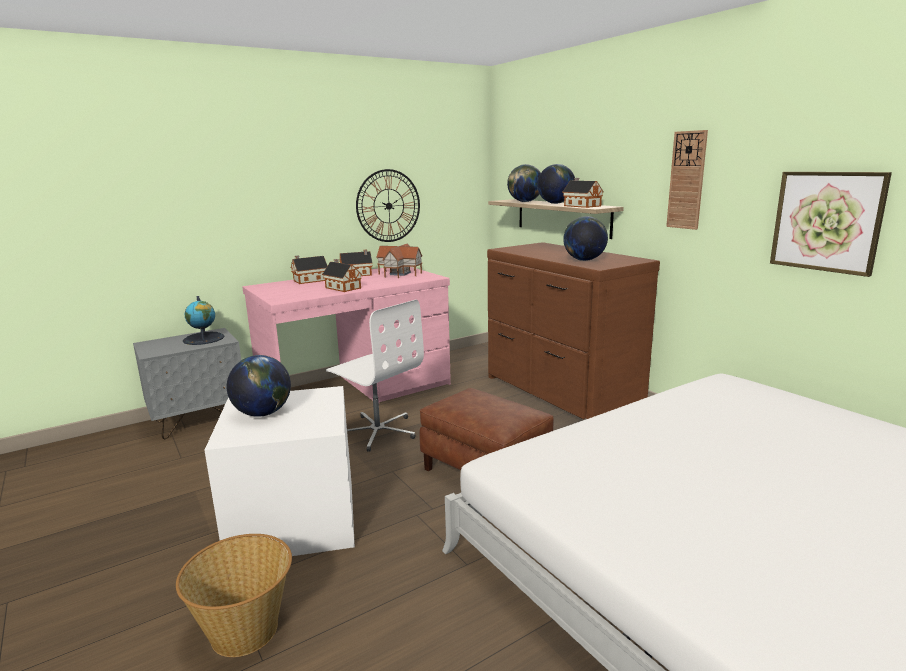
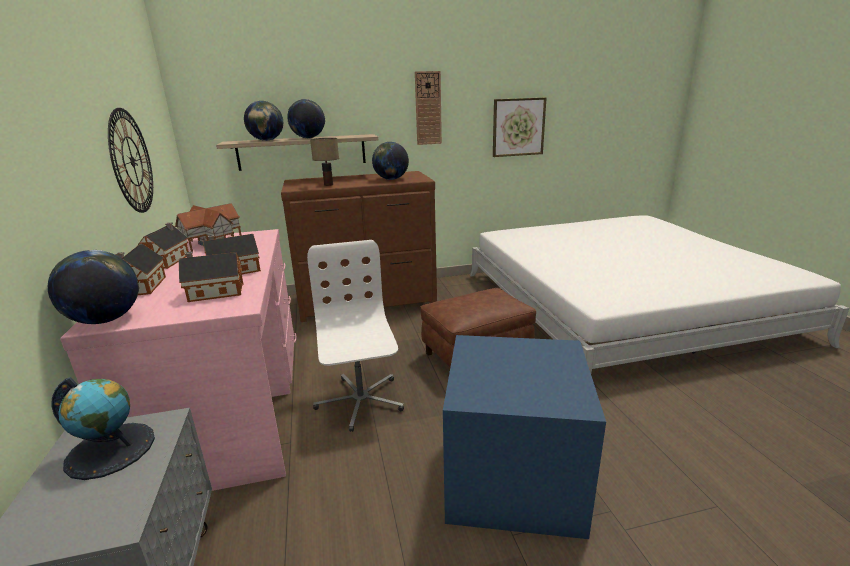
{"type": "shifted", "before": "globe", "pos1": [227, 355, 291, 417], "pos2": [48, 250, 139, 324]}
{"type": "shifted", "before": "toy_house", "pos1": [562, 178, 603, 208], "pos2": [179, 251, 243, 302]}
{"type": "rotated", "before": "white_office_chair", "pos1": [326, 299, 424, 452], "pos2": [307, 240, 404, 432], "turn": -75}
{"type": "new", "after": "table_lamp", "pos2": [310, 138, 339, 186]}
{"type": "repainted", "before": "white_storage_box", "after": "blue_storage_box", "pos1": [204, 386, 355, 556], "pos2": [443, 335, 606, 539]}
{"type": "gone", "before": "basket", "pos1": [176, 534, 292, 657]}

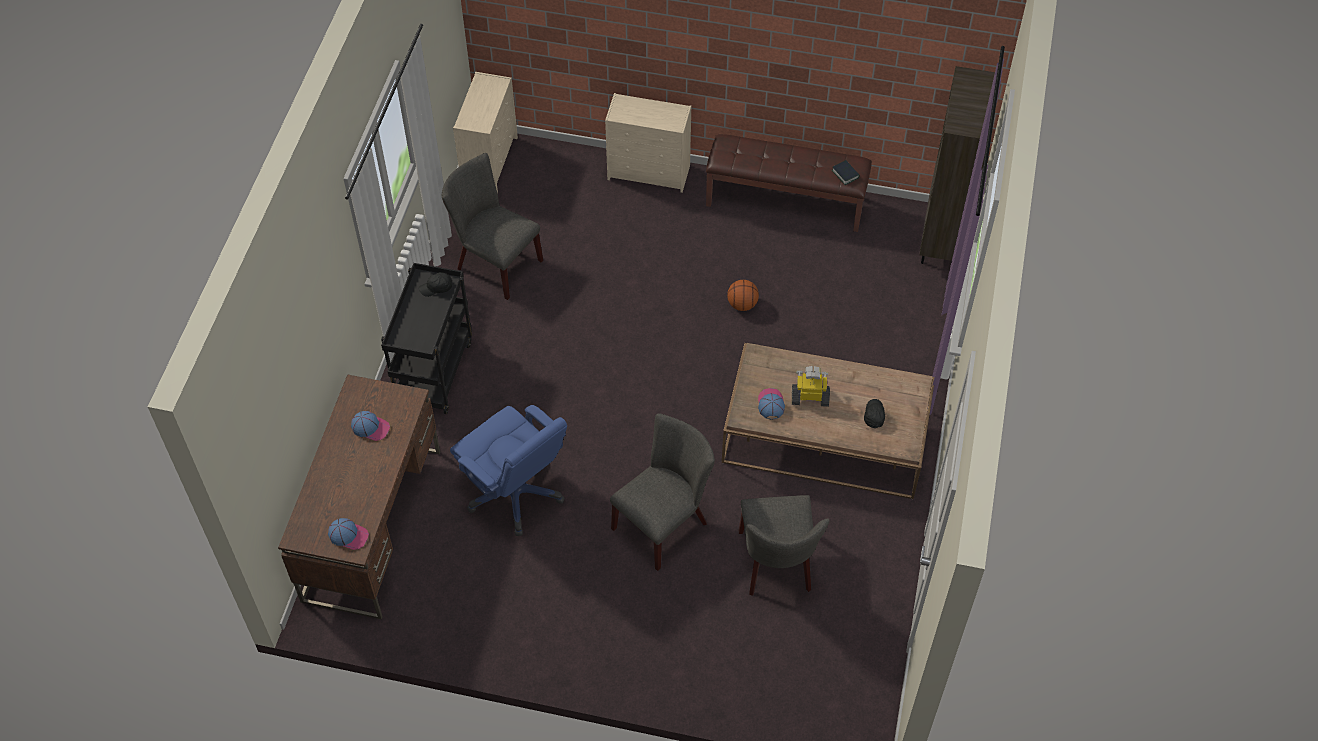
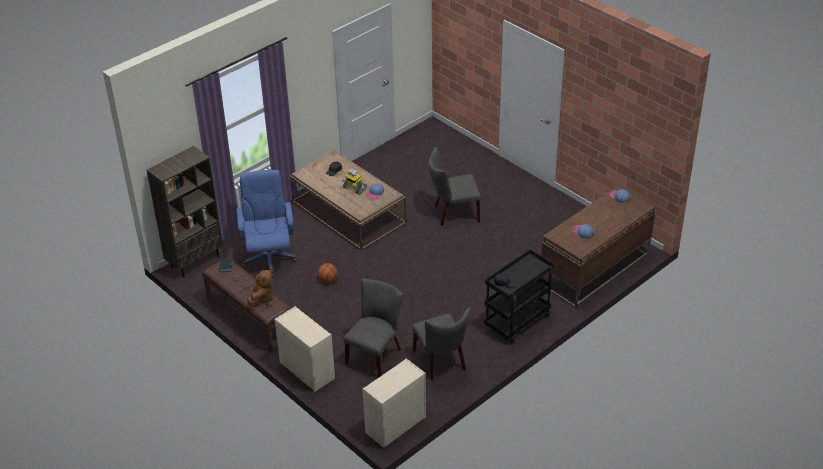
{"type": "shifted", "before": "blue_office_chair", "pos1": [450, 405, 567, 536], "pos2": [236, 170, 298, 277]}
{"type": "new", "after": "brown_plush_toy", "pos2": [247, 268, 274, 307]}
{"type": "shifted", "before": "grey_chair", "pos1": [739, 495, 830, 596], "pos2": [343, 278, 403, 378]}

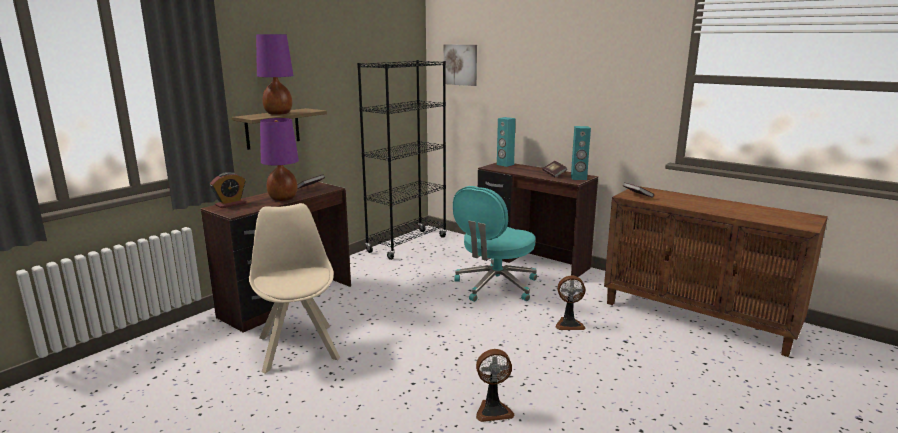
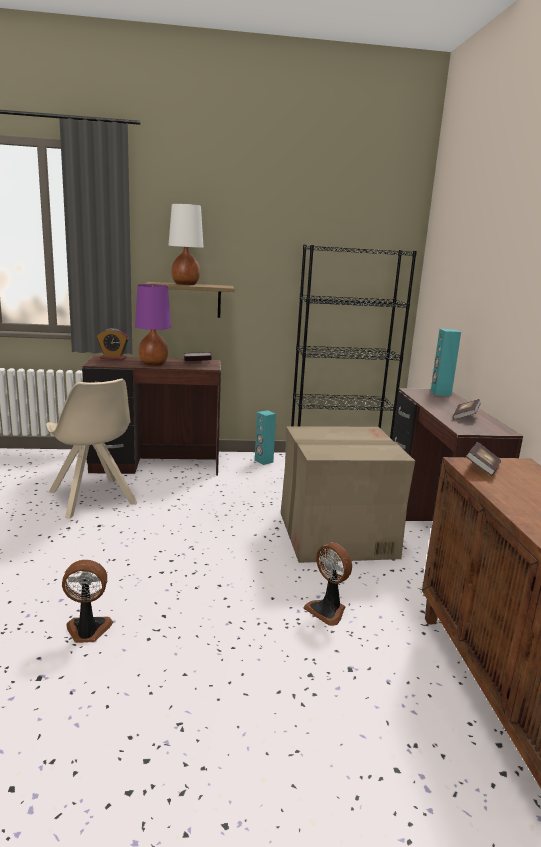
{"type": "rotated", "before": "beige_chair", "pos1": [249, 203, 340, 374], "pos2": [46, 379, 137, 519], "turn": 120}
{"type": "rotated", "before": "fan", "pos1": [476, 349, 514, 422], "pos2": [62, 560, 113, 643], "turn": 135}
{"type": "repainted", "before": "purple_table_lamp", "after": "white_table_lamp", "pos1": [256, 34, 293, 115], "pos2": [168, 203, 204, 285]}
{"type": "shifted", "before": "turquoise_speaker", "pos1": [571, 126, 591, 180], "pos2": [255, 410, 276, 465]}
{"type": "swapped", "before": "turquoise_office_chair", "after": "cardboard_box", "pos1": [453, 186, 537, 302], "pos2": [281, 426, 415, 563]}
{"type": "gone", "before": "picture", "pos1": [444, 44, 477, 86]}

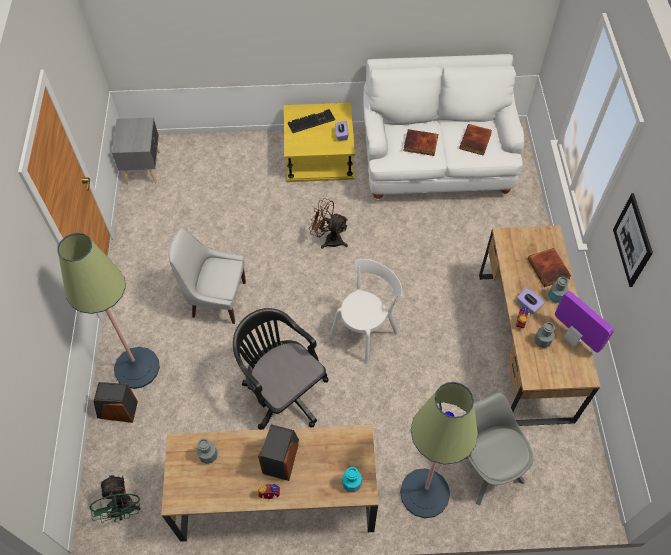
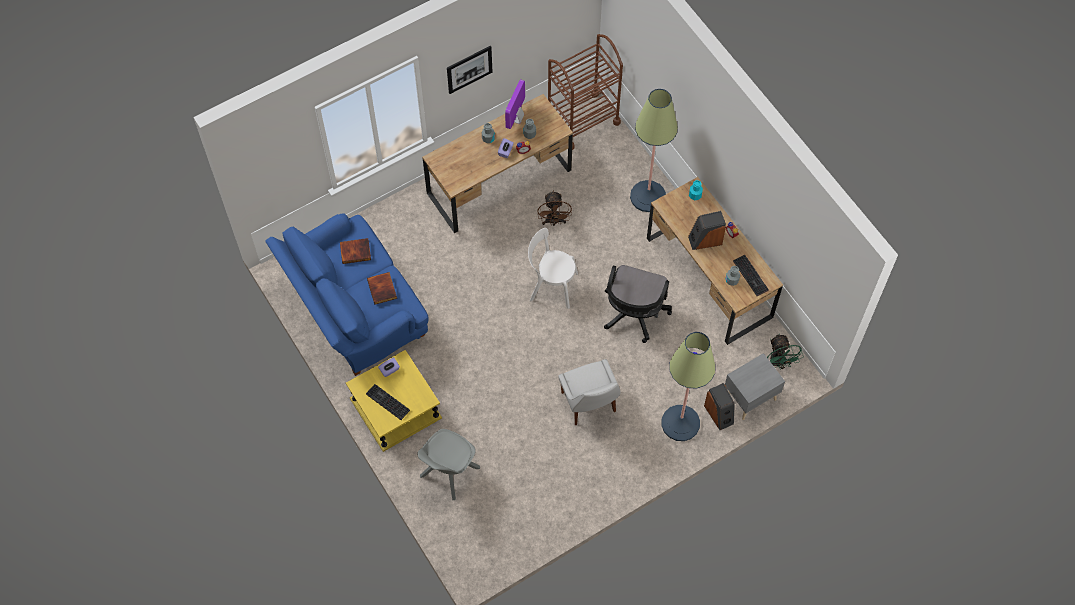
{"type": "repainted", "before": "white_sofa", "after": "blue_sofa", "pos1": [363, 54, 524, 200], "pos2": [265, 213, 429, 376]}
{"type": "shifted", "before": "grey_chair", "pos1": [465, 393, 534, 506], "pos2": [417, 429, 480, 500]}
{"type": "shifted", "before": "brown_fan", "pos1": [309, 198, 348, 249], "pos2": [538, 190, 572, 226]}
{"type": "new", "after": "brown_cart", "pos2": [548, 34, 623, 150]}
{"type": "shifted", "before": "grey_nightstand", "pos1": [112, 118, 160, 185], "pos2": [725, 353, 785, 420]}
{"type": "new", "after": "keyboard", "pos2": [733, 255, 769, 296]}
{"type": "rotated", "before": "green_fan", "pos1": [89, 475, 141, 523], "pos2": [767, 334, 804, 370], "turn": 120}
{"type": "gone", "before": "book", "pos1": [528, 248, 571, 287]}

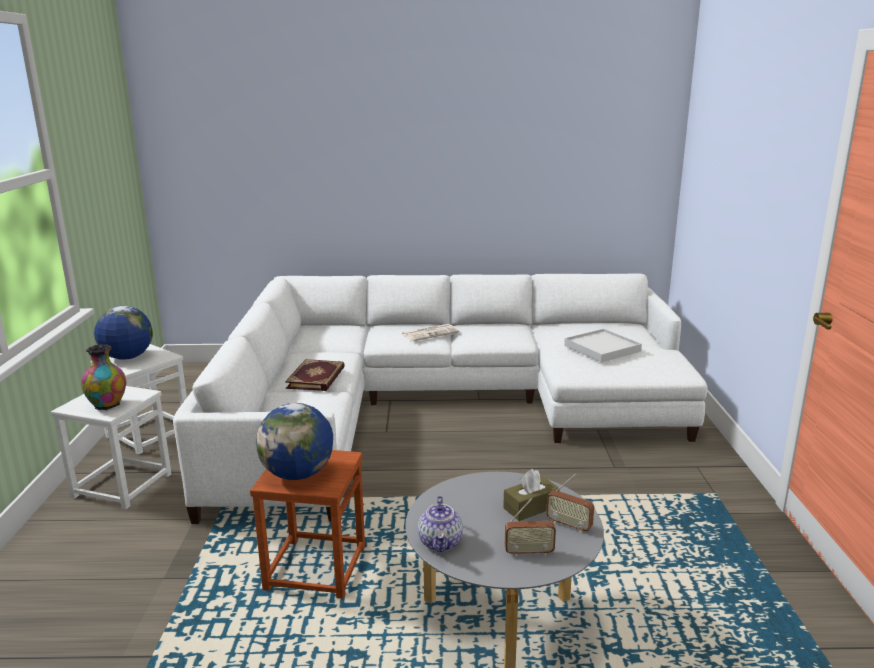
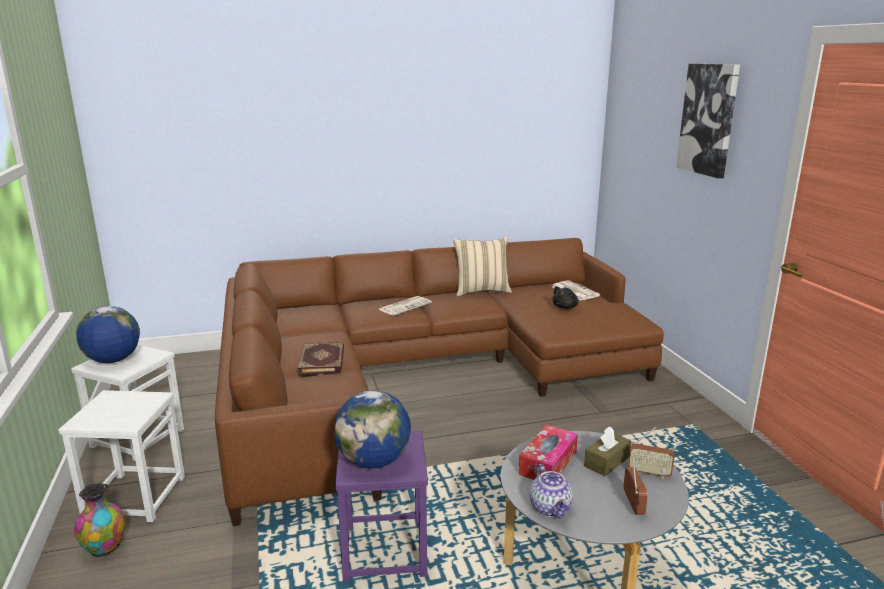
{"type": "shifted", "before": "vase", "pos1": [81, 344, 126, 410], "pos2": [74, 483, 126, 557]}
{"type": "repainted", "before": "white_sofa", "after": "brown_sofa", "pos1": [173, 274, 708, 524], "pos2": [215, 238, 664, 526]}
{"type": "repainted", "before": "brown_stool", "after": "purple_stool", "pos1": [250, 450, 365, 599], "pos2": [335, 430, 428, 582]}
{"type": "new", "after": "beige_pillow", "pos2": [453, 236, 512, 296]}
{"type": "new", "after": "tissue_box", "pos2": [519, 424, 578, 480]}
{"type": "new", "after": "newspaper", "pos2": [551, 280, 600, 300]}
{"type": "swapped", "before": "white_tray", "after": "black_plush_toy", "pos1": [564, 329, 642, 362], "pos2": [552, 286, 579, 309]}
{"type": "rotated", "before": "radio", "pos1": [505, 498, 556, 557], "pos2": [623, 457, 648, 515], "turn": -75}
{"type": "new", "after": "picture", "pos2": [676, 64, 740, 178]}

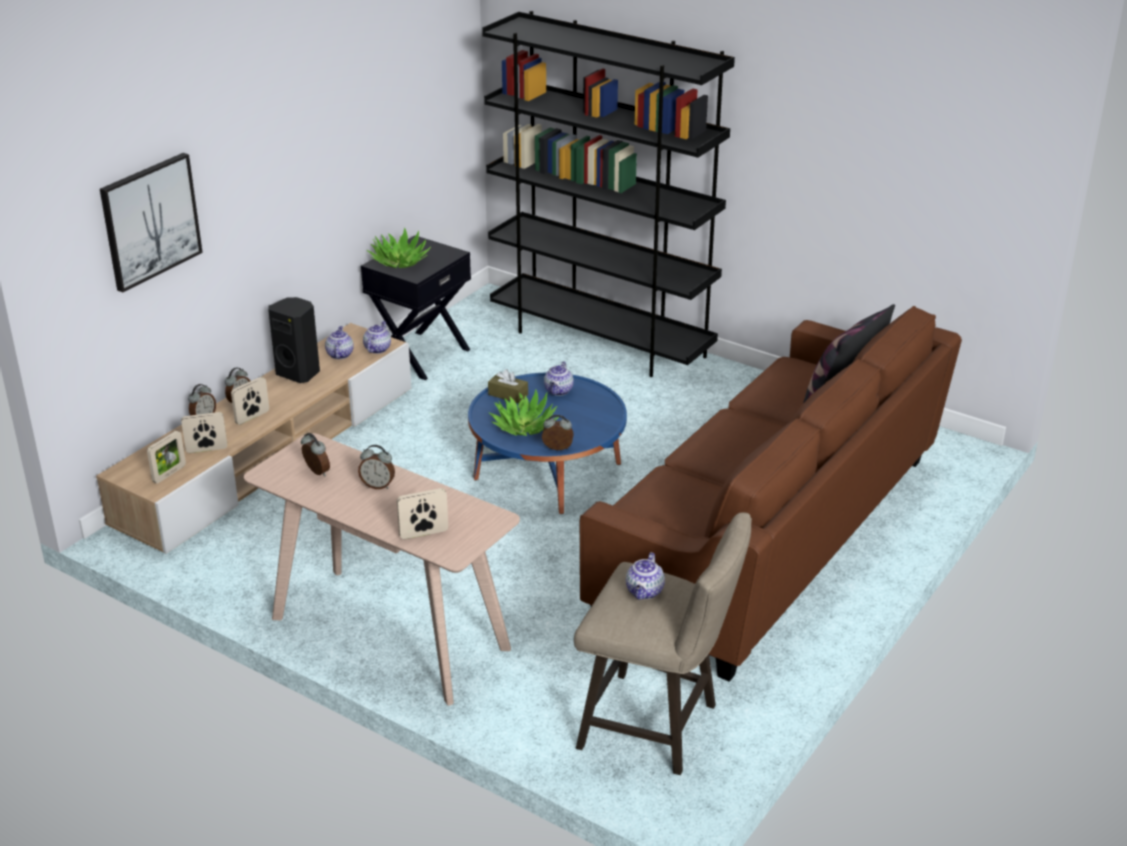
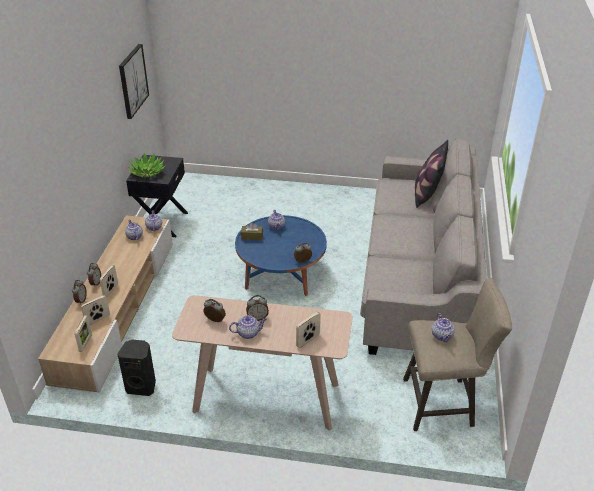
{"type": "shifted", "before": "black_speaker", "pos1": [268, 297, 320, 383], "pos2": [117, 340, 156, 396]}
{"type": "shifted", "before": "picture", "pos1": [100, 153, 203, 292], "pos2": [119, 44, 149, 119]}
{"type": "new", "after": "teapot", "pos2": [229, 315, 266, 339]}
{"type": "repainted", "before": "brown_sofa", "after": "grey_sofa", "pos1": [580, 306, 962, 682], "pos2": [360, 138, 486, 355]}
{"type": "gone", "before": "black_bookcase", "pos1": [482, 11, 735, 377]}
{"type": "gone", "before": "potted_plant", "pos1": [489, 389, 559, 436]}

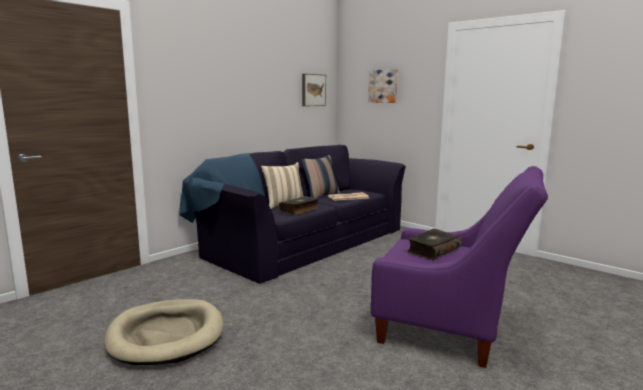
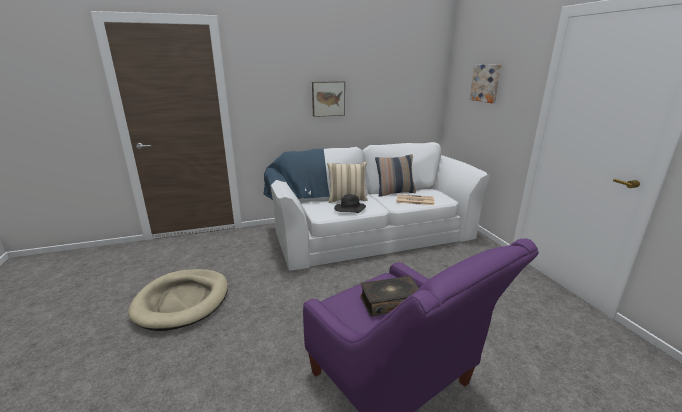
{"type": "repainted", "before": "black_sofa", "after": "white_sofa", "pos1": [179, 145, 406, 284], "pos2": [263, 142, 490, 271]}
{"type": "shifted", "before": "picture", "pos1": [302, 74, 326, 106], "pos2": [312, 81, 345, 117]}
{"type": "swapped", "before": "book", "after": "black_hat", "pos1": [278, 196, 319, 215], "pos2": [334, 194, 366, 213]}

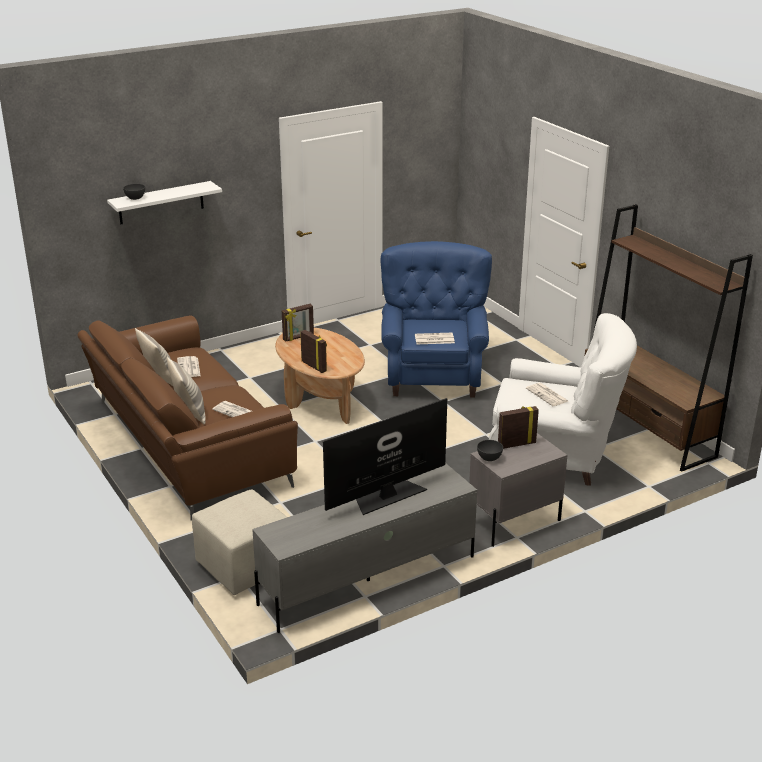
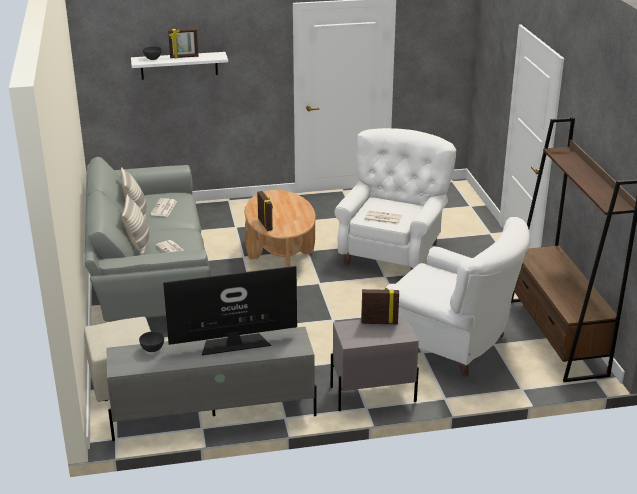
{"type": "repainted", "before": "brown_sofa", "after": "grey_sofa", "pos1": [77, 315, 298, 521], "pos2": [84, 157, 211, 322]}
{"type": "shifted", "before": "grey_bowl", "pos1": [477, 440, 503, 461], "pos2": [139, 331, 164, 352]}
{"type": "shifted", "before": "picture_frame", "pos1": [282, 304, 314, 342], "pos2": [168, 28, 199, 58]}
{"type": "repainted", "before": "blue_armchair", "after": "white_armchair", "pos1": [381, 241, 492, 398], "pos2": [334, 128, 456, 270]}
{"type": "gone", "before": "newspaper", "pos1": [526, 383, 568, 406]}

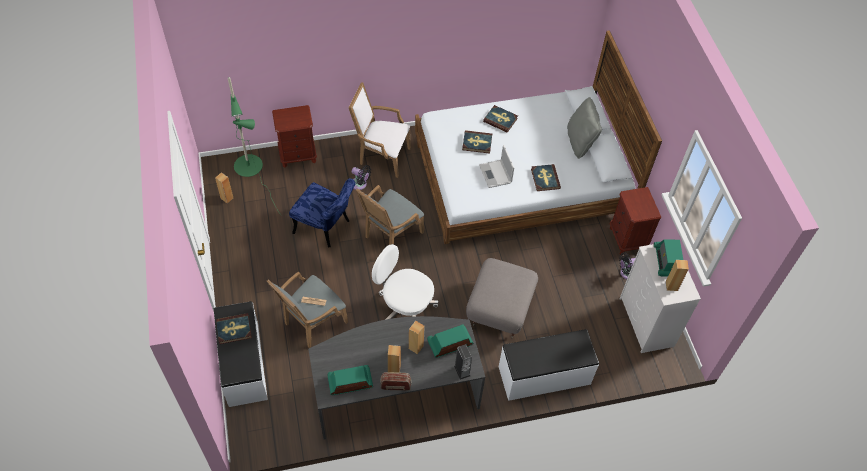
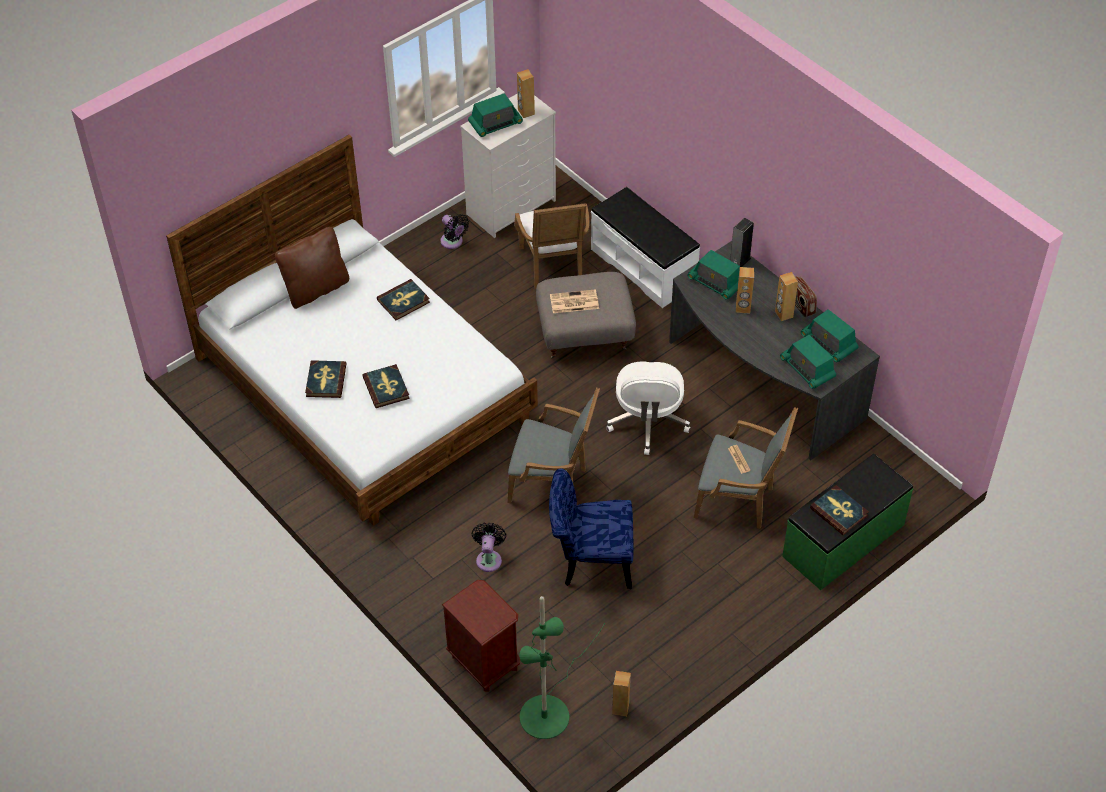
{"type": "repainted", "before": "grey_pillow", "after": "brown_pillow", "pos1": [567, 97, 602, 159], "pos2": [275, 227, 349, 309]}
{"type": "shifted", "before": "white_armchair", "pos1": [348, 82, 411, 178], "pos2": [514, 203, 589, 289]}
{"type": "rotated", "before": "blue_chair", "pos1": [289, 178, 355, 248], "pos2": [549, 469, 634, 589], "turn": -90}
{"type": "new", "after": "newspaper", "pos2": [550, 289, 599, 313]}
{"type": "new", "after": "radio", "pos2": [780, 335, 836, 389]}
{"type": "repainted", "before": "white_bench", "after": "green_bench", "pos1": [214, 301, 268, 407], "pos2": [782, 454, 913, 590]}
{"type": "gone", "before": "laptop", "pos1": [479, 145, 514, 188]}
{"type": "gone", "before": "brown_nightstand", "pos1": [610, 187, 661, 254]}

